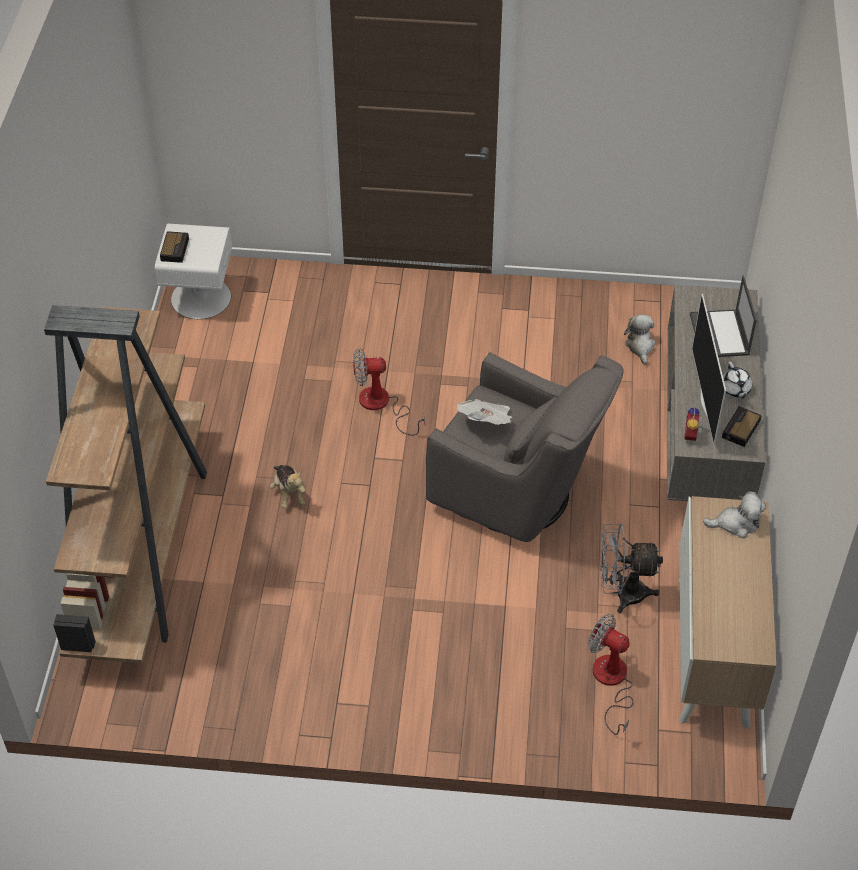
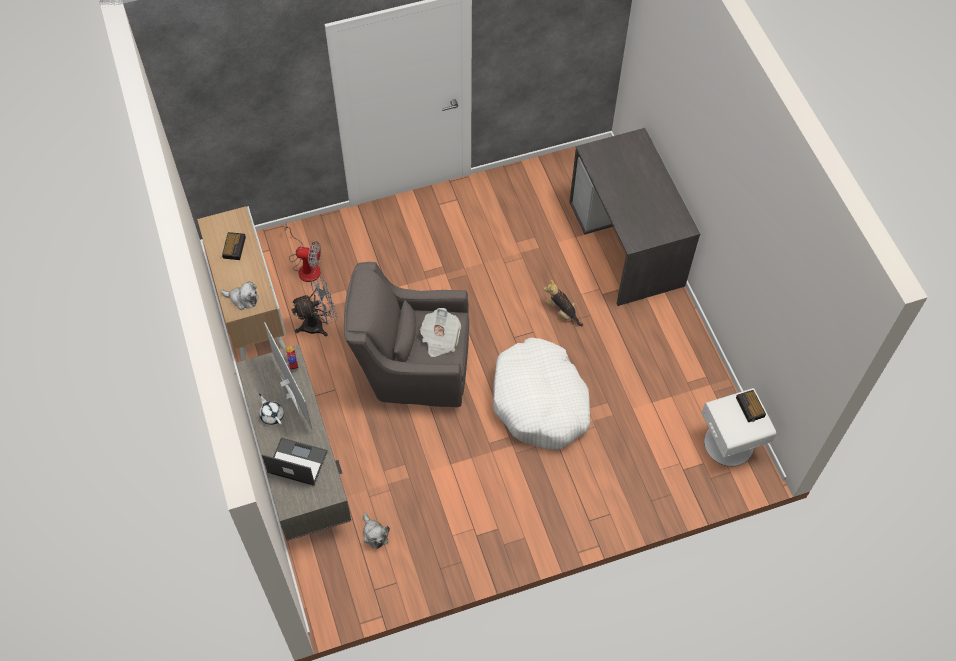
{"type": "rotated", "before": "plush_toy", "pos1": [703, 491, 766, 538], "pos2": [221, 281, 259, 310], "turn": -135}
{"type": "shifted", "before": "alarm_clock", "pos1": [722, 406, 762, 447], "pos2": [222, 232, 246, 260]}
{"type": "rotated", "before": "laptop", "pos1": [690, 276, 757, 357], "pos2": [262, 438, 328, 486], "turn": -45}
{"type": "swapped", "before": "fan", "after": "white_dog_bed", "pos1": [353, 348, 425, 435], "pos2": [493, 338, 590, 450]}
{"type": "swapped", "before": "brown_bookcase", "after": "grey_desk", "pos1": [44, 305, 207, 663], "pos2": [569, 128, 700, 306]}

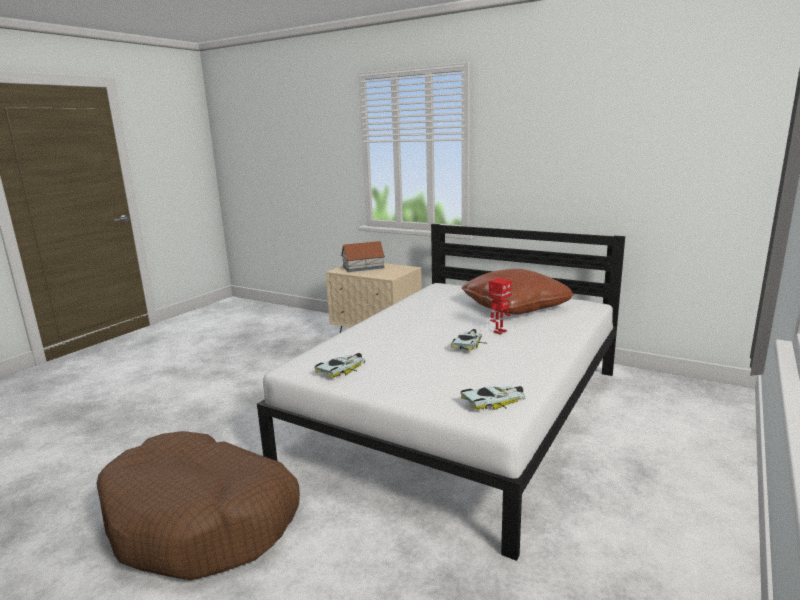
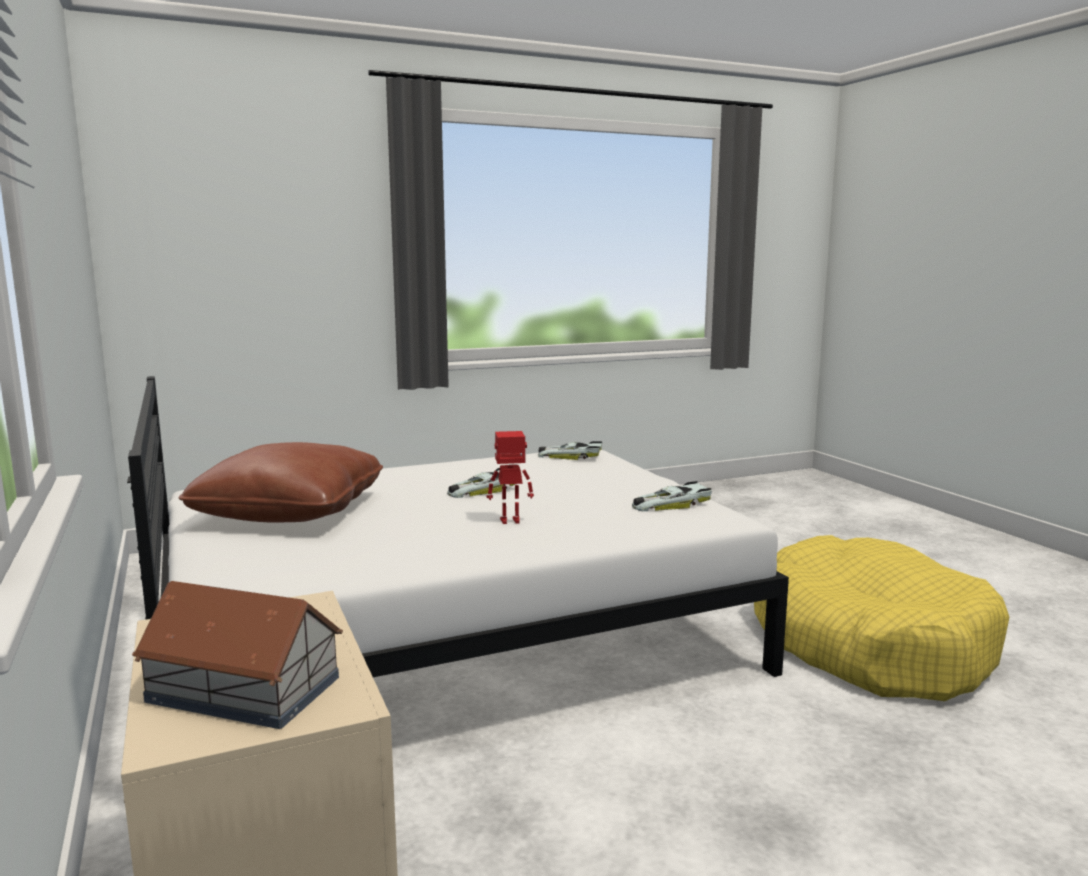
{"type": "shifted", "before": "toy_robot", "pos1": [489, 278, 512, 335], "pos2": [487, 431, 534, 524]}
{"type": "repainted", "before": "brown_dog_bed", "after": "yellow_dog_bed", "pos1": [96, 431, 300, 580], "pos2": [754, 535, 1009, 701]}

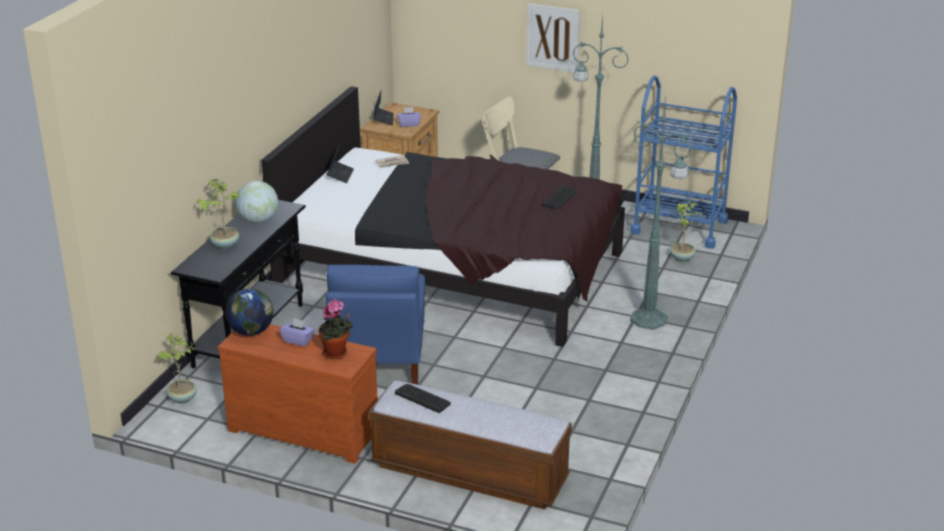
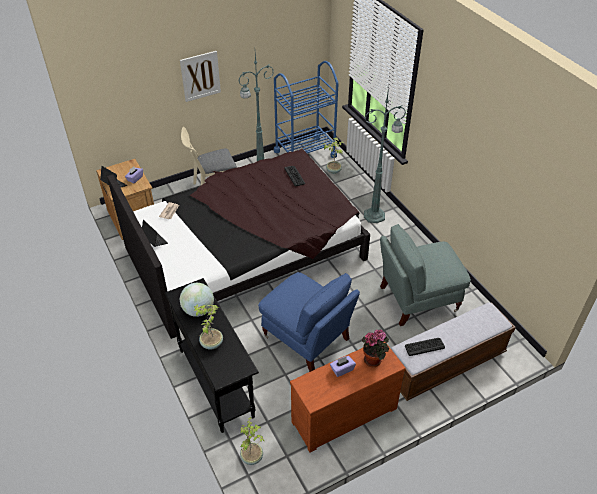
{"type": "new", "after": "grey_armchair", "pos2": [380, 224, 471, 326]}
{"type": "gone", "before": "globe", "pos1": [225, 288, 273, 336]}

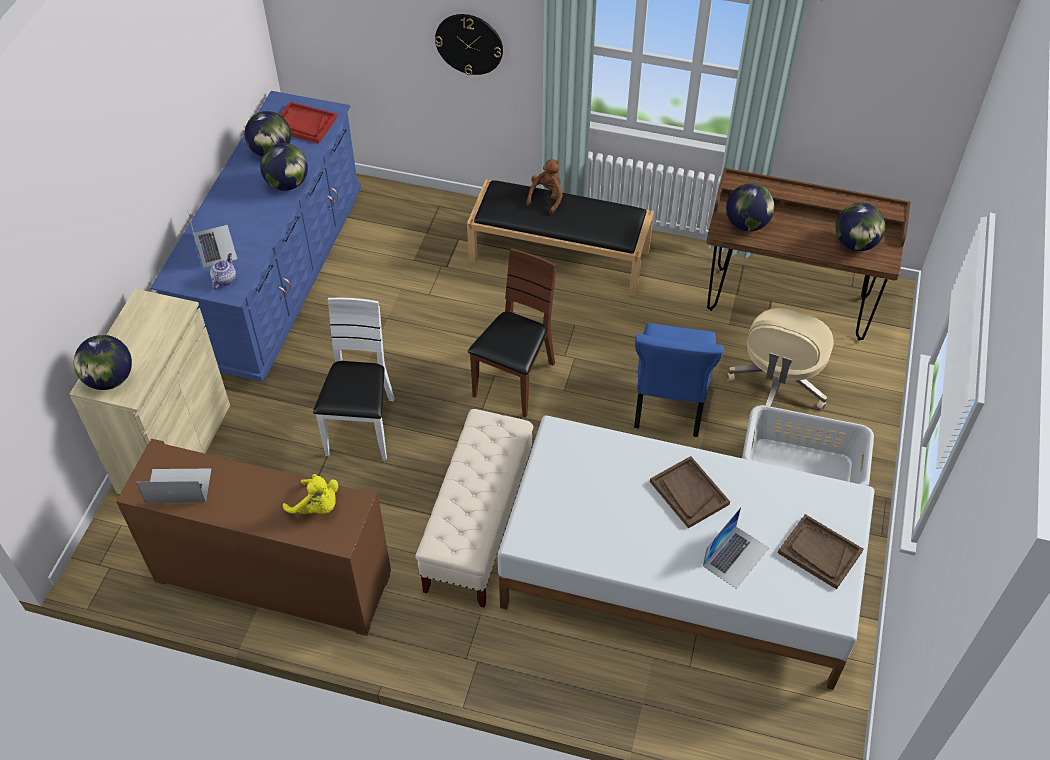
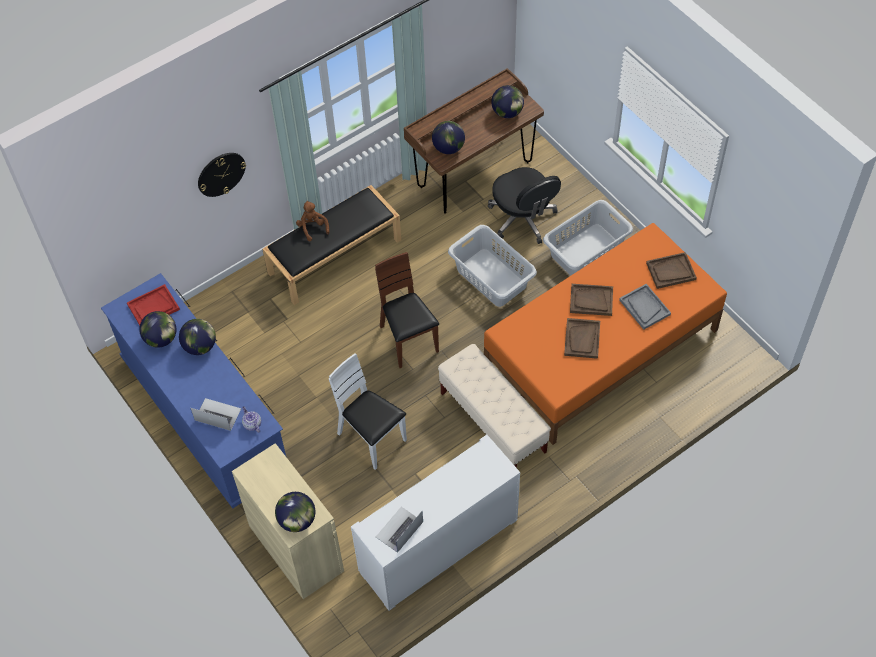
{"type": "repainted", "before": "brown_cabinet", "after": "white_cabinet", "pos1": [116, 438, 391, 636], "pos2": [351, 435, 520, 611]}
{"type": "swapped", "before": "blue_chair", "after": "grey_laundry_basket", "pos1": [634, 323, 724, 437], "pos2": [448, 225, 537, 307]}
{"type": "repainted", "before": "white_bed", "after": "orange_bed", "pos1": [498, 416, 874, 690], "pos2": [484, 223, 727, 445]}
{"type": "repainted", "before": "beige_office_chair", "after": "black_office_chair", "pos1": [727, 308, 833, 409], "pos2": [488, 167, 561, 244]}
{"type": "new", "after": "brown_tray", "pos2": [564, 318, 600, 359]}
{"type": "swapped", "before": "laptop", "after": "grey_tray", "pos1": [703, 507, 769, 589], "pos2": [619, 284, 671, 330]}
{"type": "gone", "before": "yellow_plush_toy", "pos1": [283, 474, 338, 514]}

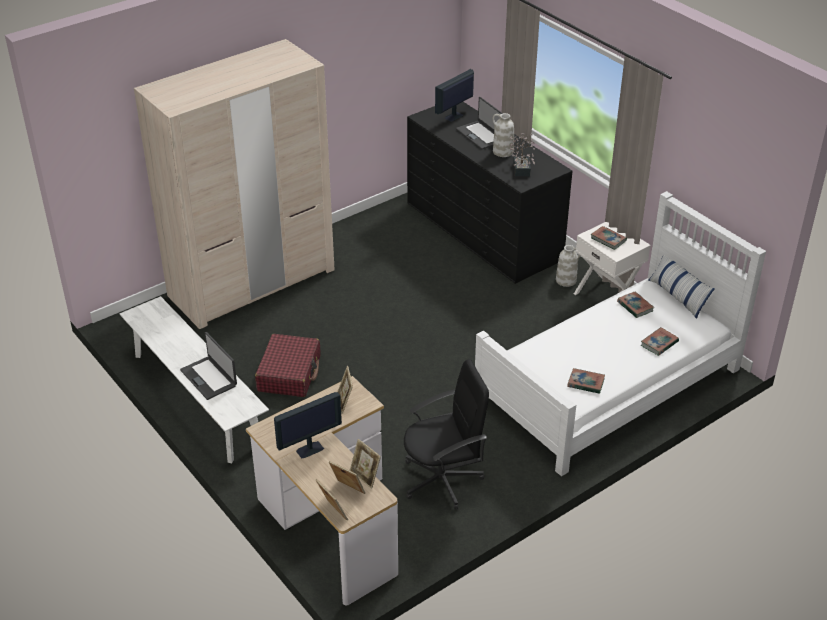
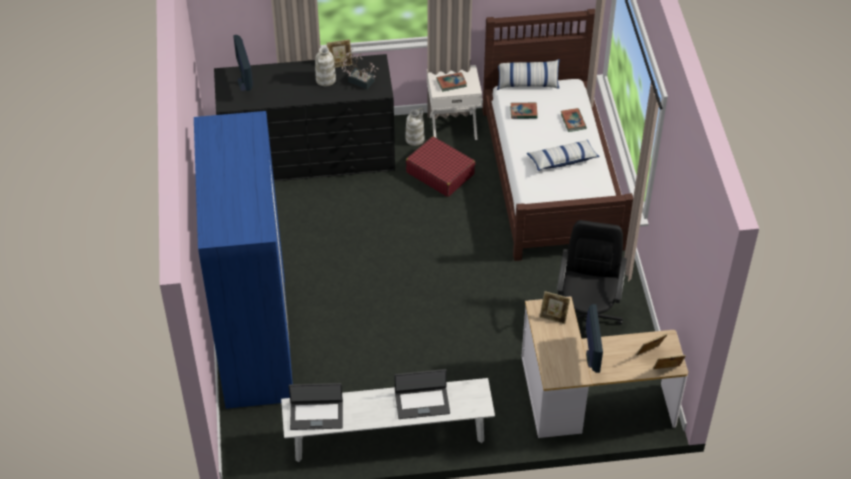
{"type": "repainted", "before": "beige_wardrobe", "after": "blue_wardrobe", "pos1": [134, 39, 335, 329], "pos2": [194, 111, 293, 409]}
{"type": "shifted", "before": "laptop", "pos1": [456, 97, 503, 149], "pos2": [289, 383, 343, 430]}
{"type": "shifted", "before": "picture_frame", "pos1": [350, 439, 381, 489], "pos2": [327, 39, 352, 68]}
{"type": "shifted", "before": "red_suitcase", "pos1": [255, 334, 321, 397], "pos2": [406, 136, 475, 197]}
{"type": "repainted", "before": "white_bed", "after": "brown_bed", "pos1": [475, 191, 766, 476], "pos2": [483, 9, 633, 261]}
{"type": "new", "after": "pillow", "pos2": [527, 140, 600, 171]}
{"type": "gone", "before": "book", "pos1": [567, 368, 605, 394]}

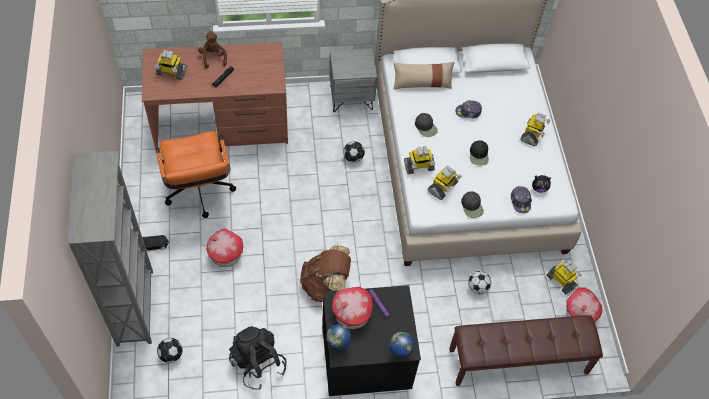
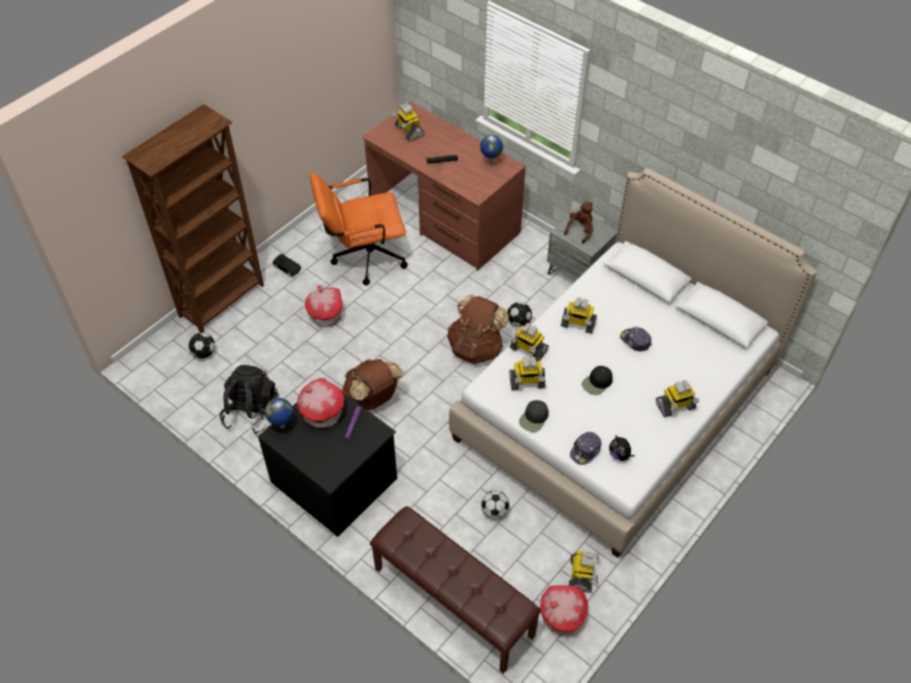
{"type": "repainted", "before": "grey_bookcase", "after": "brown_bookcase", "pos1": [67, 151, 153, 347], "pos2": [122, 104, 264, 333]}
{"type": "rotated", "before": "orange_office_chair", "pos1": [156, 131, 236, 218], "pos2": [310, 172, 408, 285], "turn": 45}
{"type": "new", "after": "brown_backpack", "pos2": [447, 295, 509, 364]}
{"type": "shifted", "before": "globe", "pos1": [389, 332, 414, 357], "pos2": [480, 135, 503, 165]}
{"type": "swapped", "before": "black_cap", "after": "toy_robot", "pos1": [415, 113, 438, 137], "pos2": [561, 298, 597, 334]}
{"type": "shifted", "before": "brown_plush_toy", "pos1": [198, 31, 227, 69], "pos2": [564, 202, 593, 244]}
{"type": "gone", "before": "beige_pillow", "pos1": [393, 62, 455, 90]}

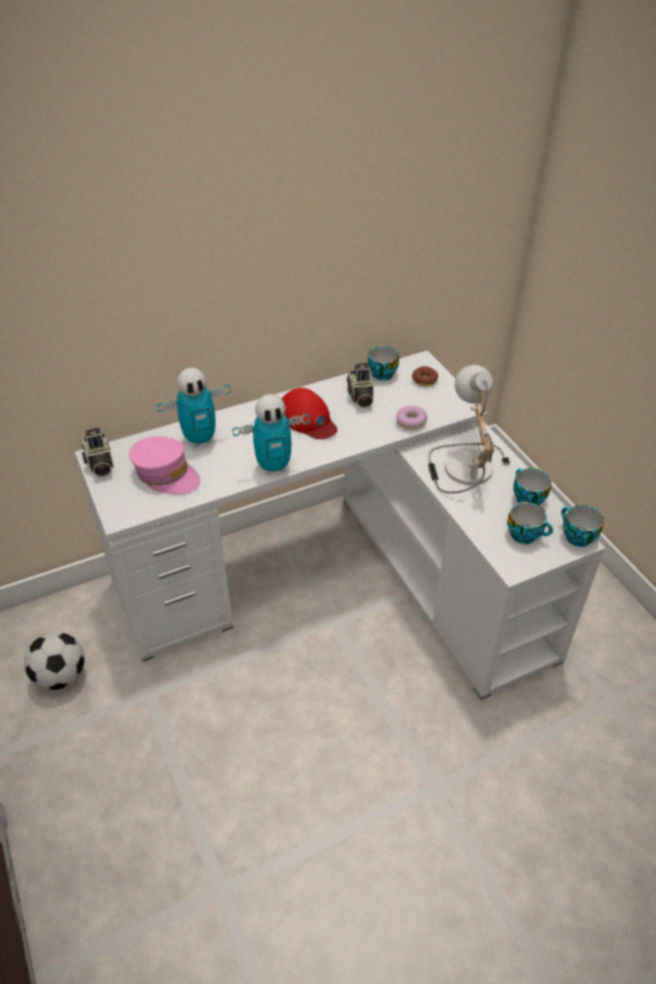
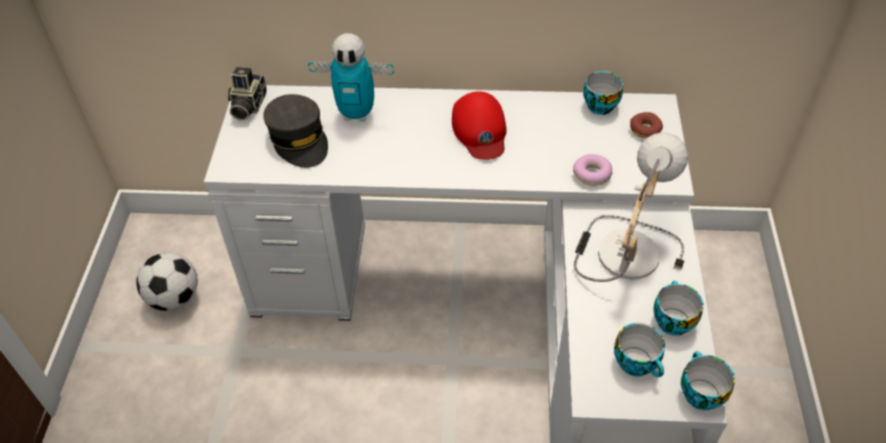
{"type": "repainted", "before": "pink_cap", "after": "grey_cap", "pos1": [129, 436, 200, 494], "pos2": [263, 94, 328, 168]}
{"type": "gone", "before": "toy_robot", "pos1": [232, 394, 310, 475]}
{"type": "gone", "before": "photo_camera", "pos1": [346, 363, 374, 408]}

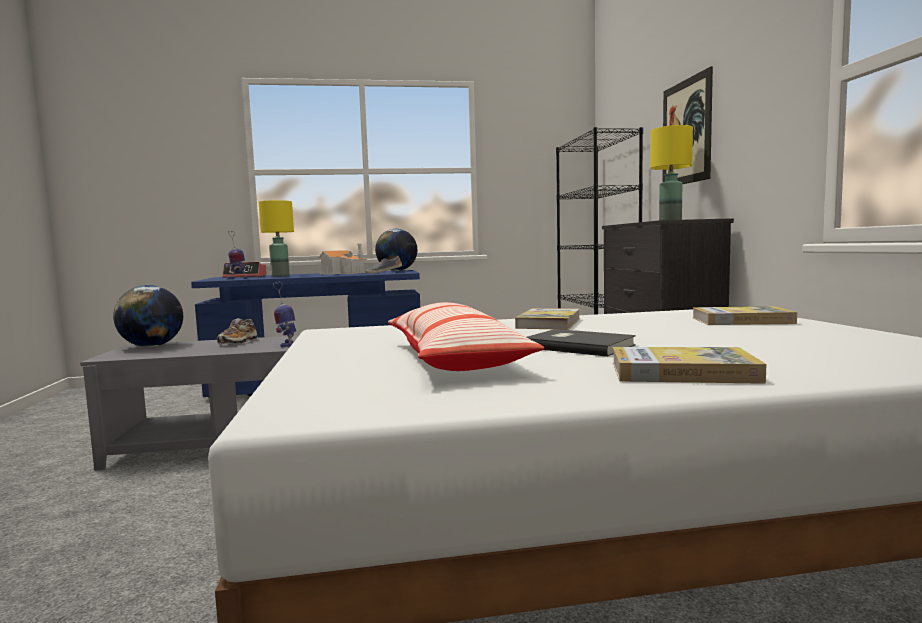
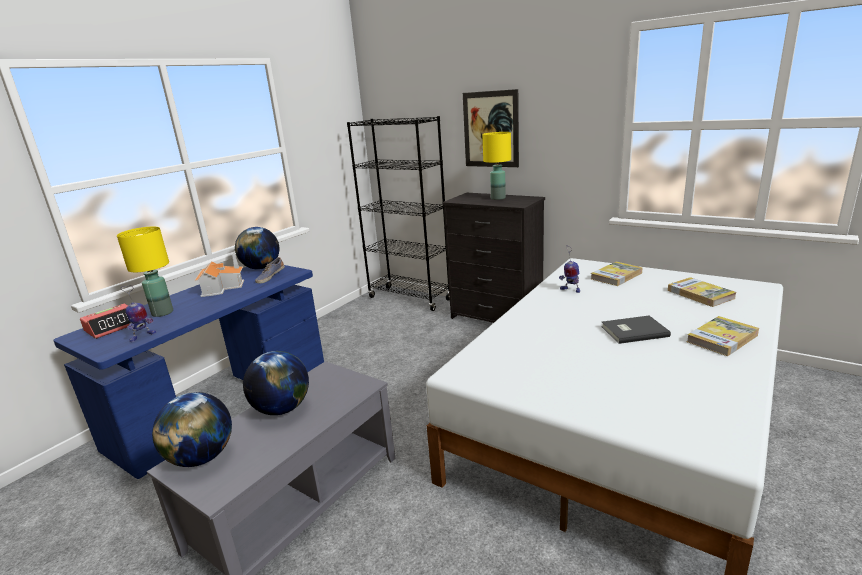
{"type": "swapped", "before": "shoe", "after": "globe", "pos1": [217, 318, 258, 345], "pos2": [243, 351, 309, 415]}
{"type": "shifted", "before": "toy_robot", "pos1": [273, 282, 296, 347], "pos2": [559, 245, 580, 293]}
{"type": "shifted", "before": "book", "pos1": [515, 308, 580, 330], "pos2": [668, 277, 736, 307]}
{"type": "gone", "before": "pillow", "pos1": [388, 302, 544, 371]}

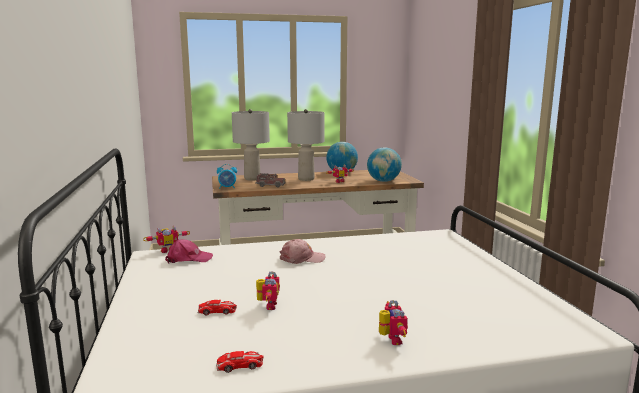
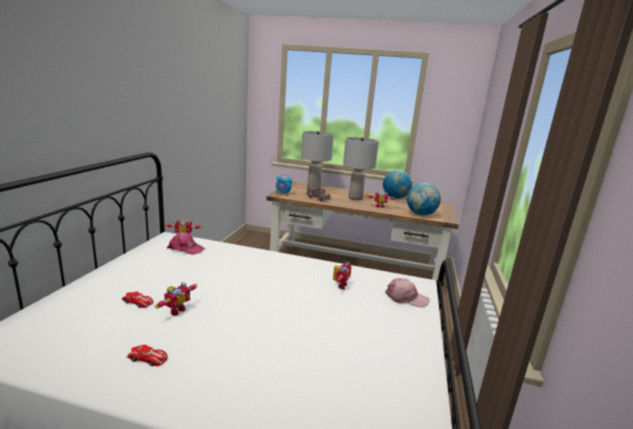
{"type": "shifted", "before": "toy_car", "pos1": [216, 351, 264, 373], "pos2": [127, 345, 168, 366]}
{"type": "shifted", "before": "toy_robot", "pos1": [379, 300, 408, 345], "pos2": [333, 261, 351, 289]}
{"type": "shifted", "before": "pink_cap", "pos1": [280, 239, 326, 264], "pos2": [385, 278, 430, 307]}

